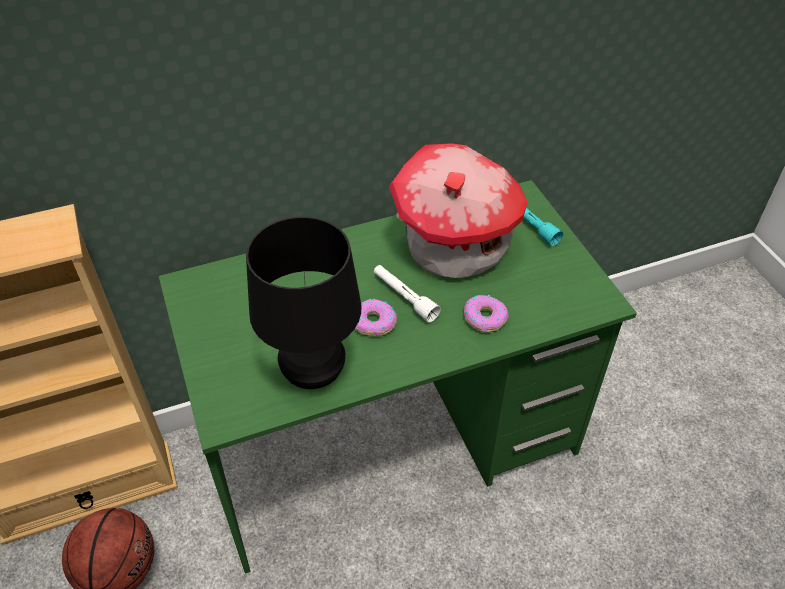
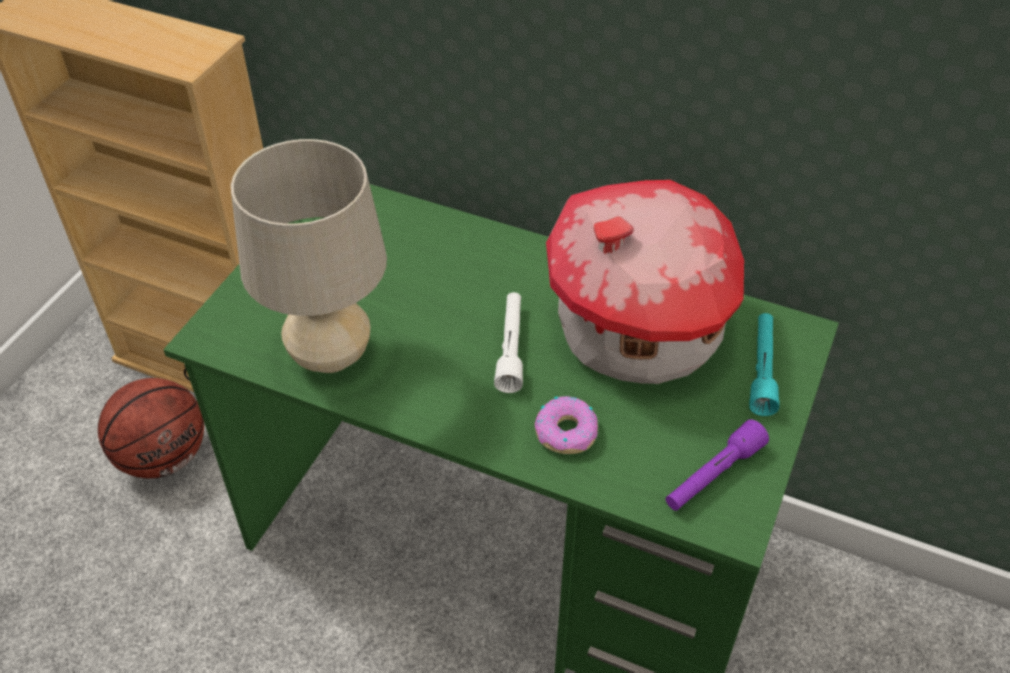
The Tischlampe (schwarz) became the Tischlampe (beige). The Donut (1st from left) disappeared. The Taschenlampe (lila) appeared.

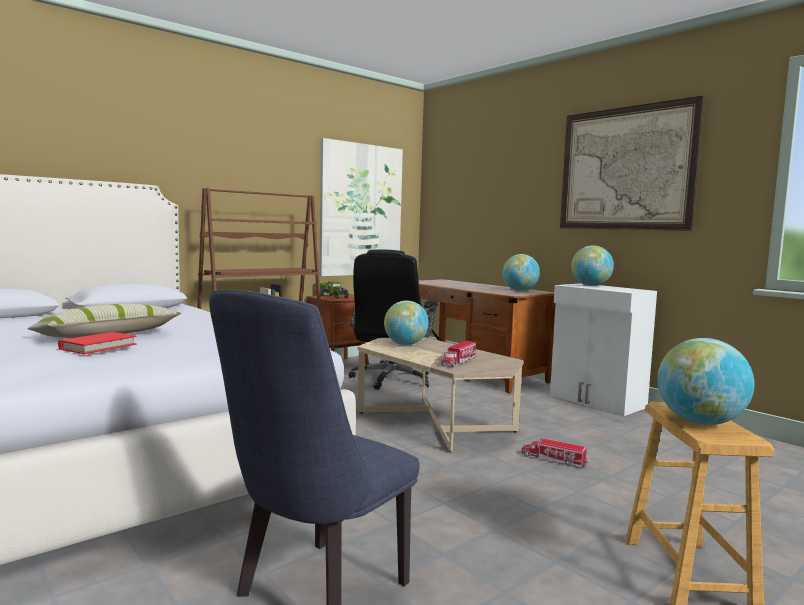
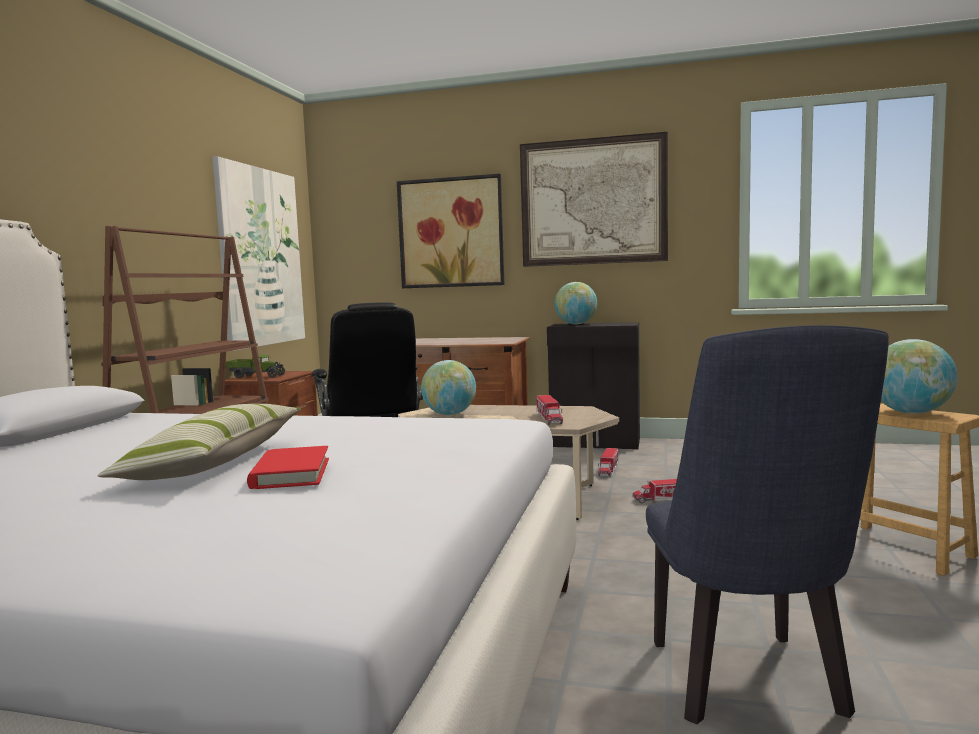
The Globus (2nd from left) disappeared. The Schrank (weiß) became the Schrank (schwarz). The Bild (2nd from left) appeared. The Spielzeuglaster (3rd from left) appeared.

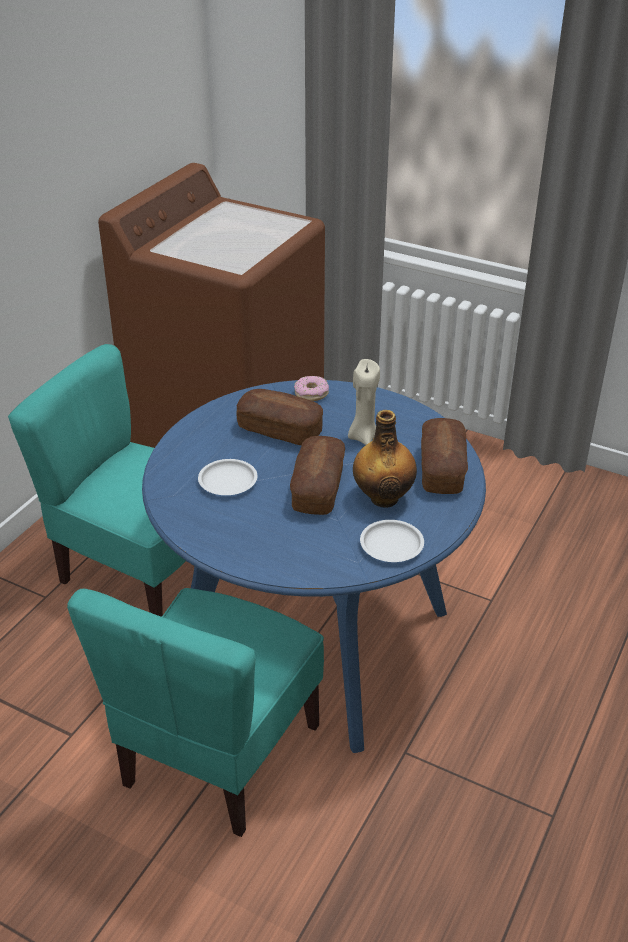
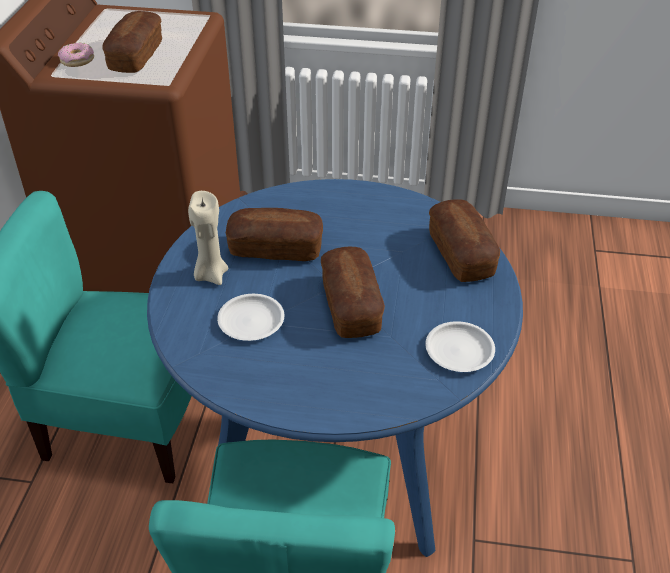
The Donut moved. The Kerze (beige) moved. The Flasche disappeared. The Brot (1st from left) appeared.

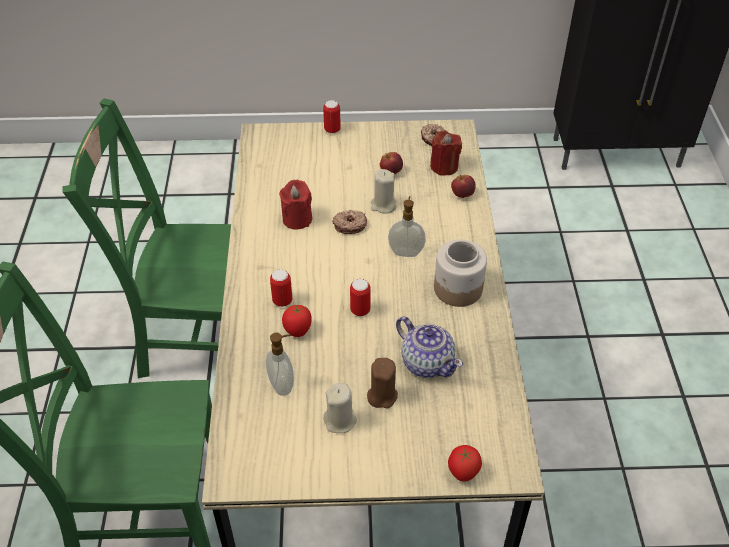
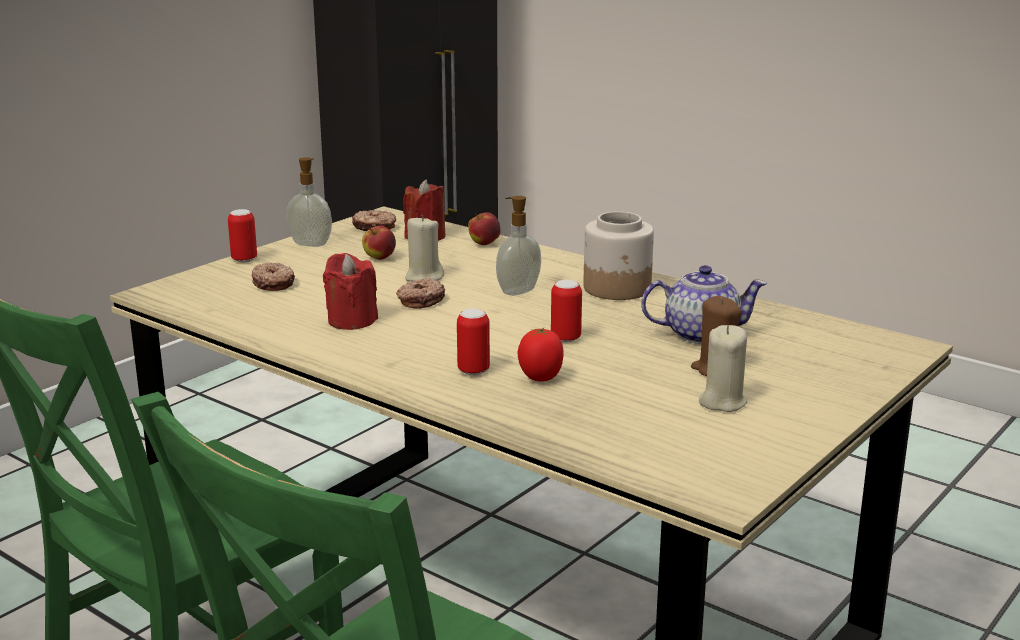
The Seifenspender (1st from left) moved. The Tomate (2nd from left) disappeared. The Donut (1st from left) appeared.

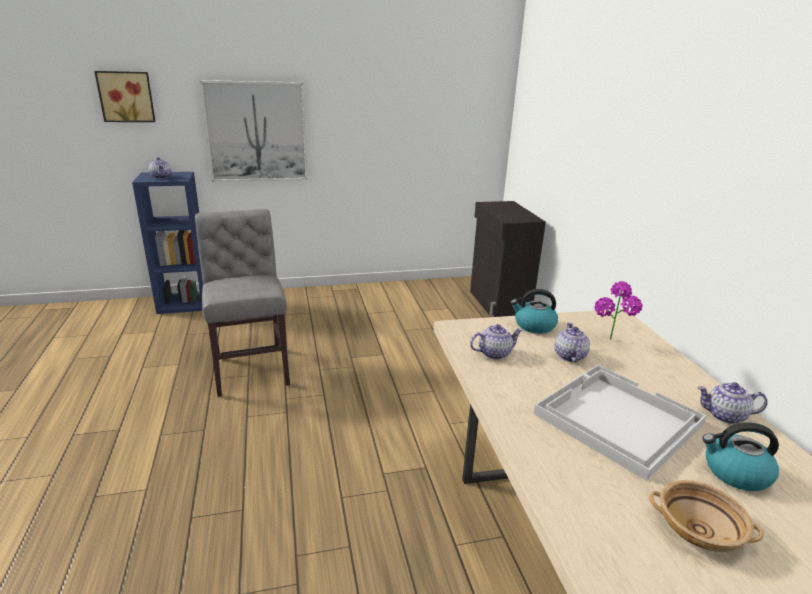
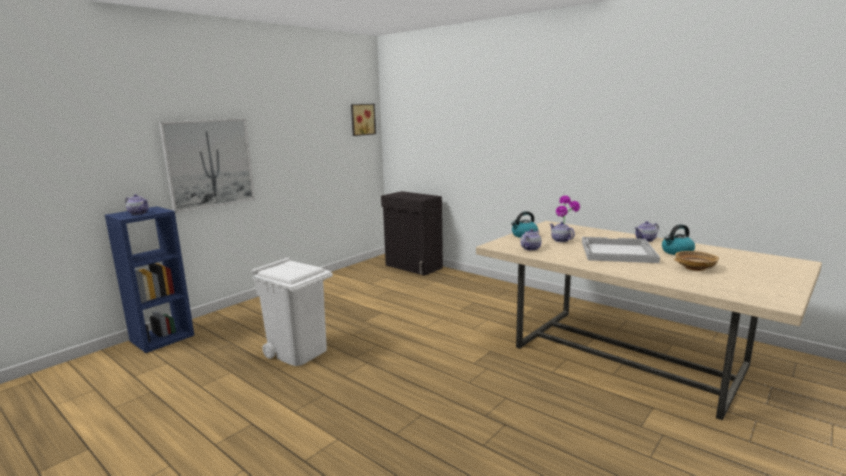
The Bild (1st from left in the first image) moved. The Stuhl (grau) was replaced by the Mülleimer (weiß).

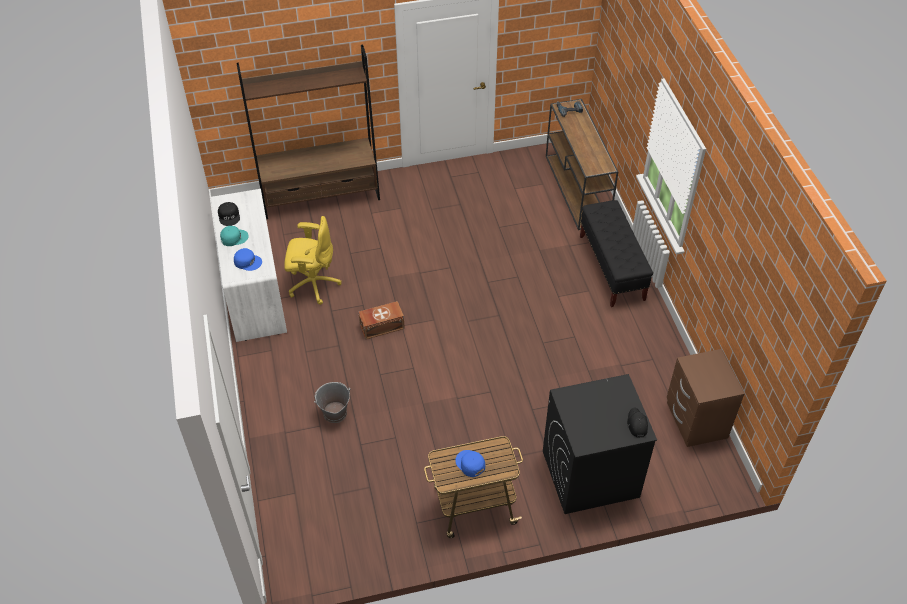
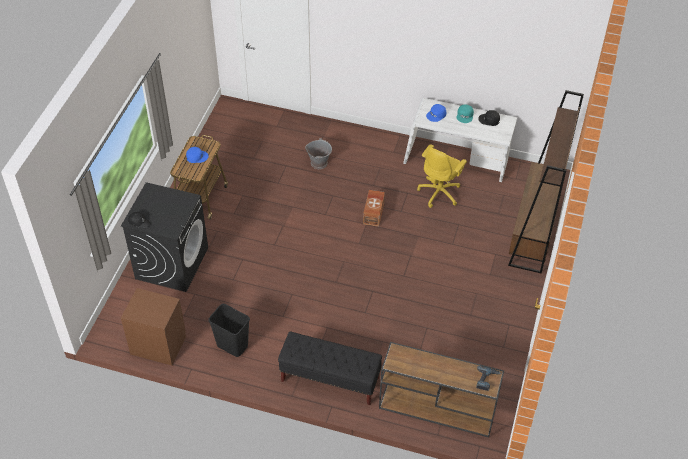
The Mülleimer (schwarz) appeared.

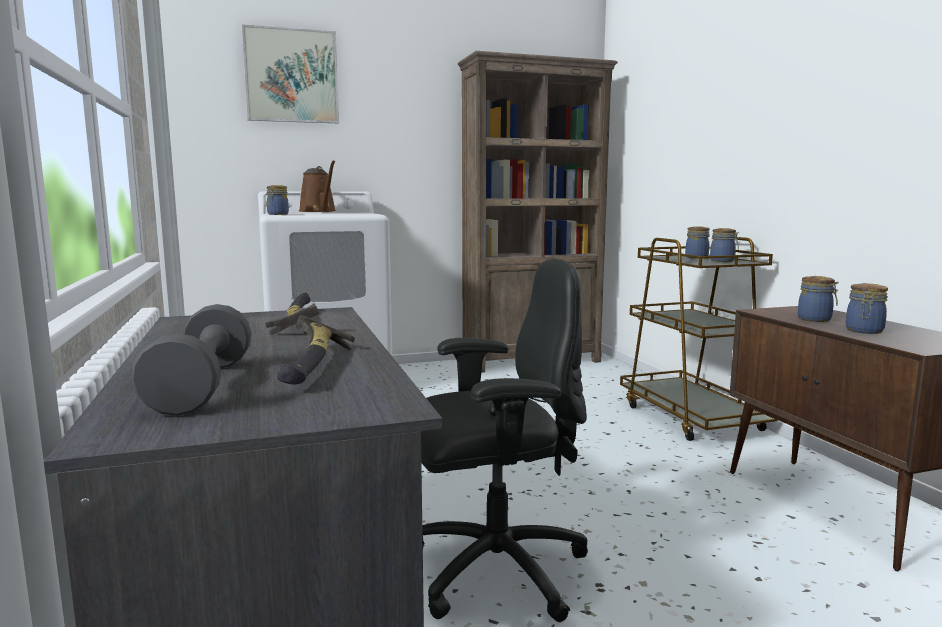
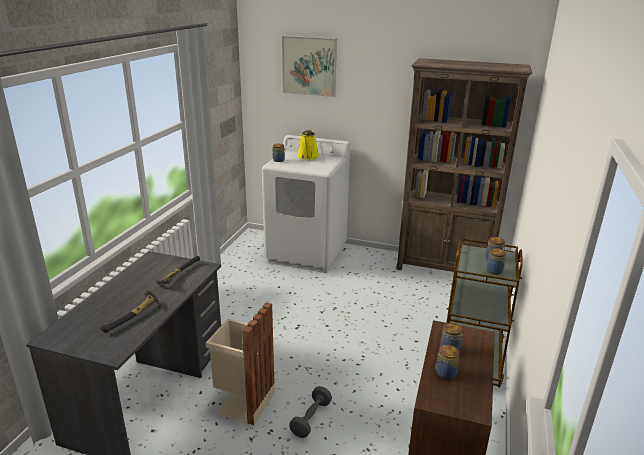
The Hantel (grau) moved. The Gießkanne (braun) became the Gießkanne (gelb). The Bürostuhl (schwarz) was replaced by the Mülleimer (beige).

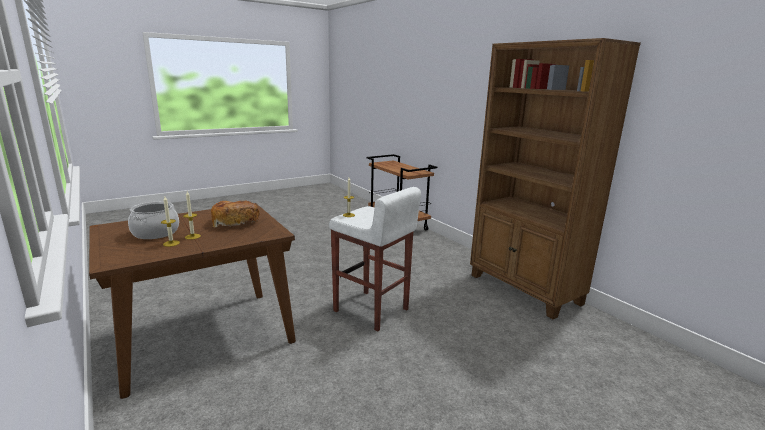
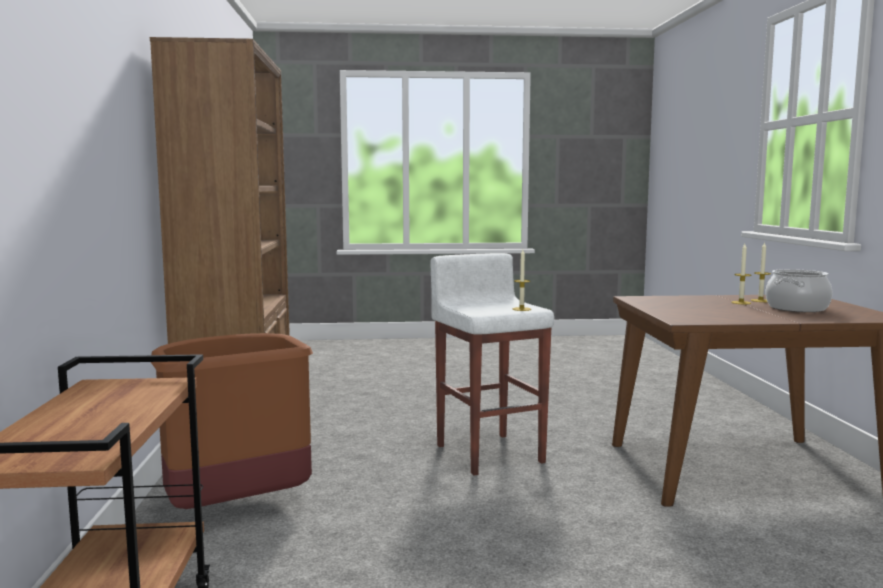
The Brot disappeared. The Mülleimer (braun) appeared.

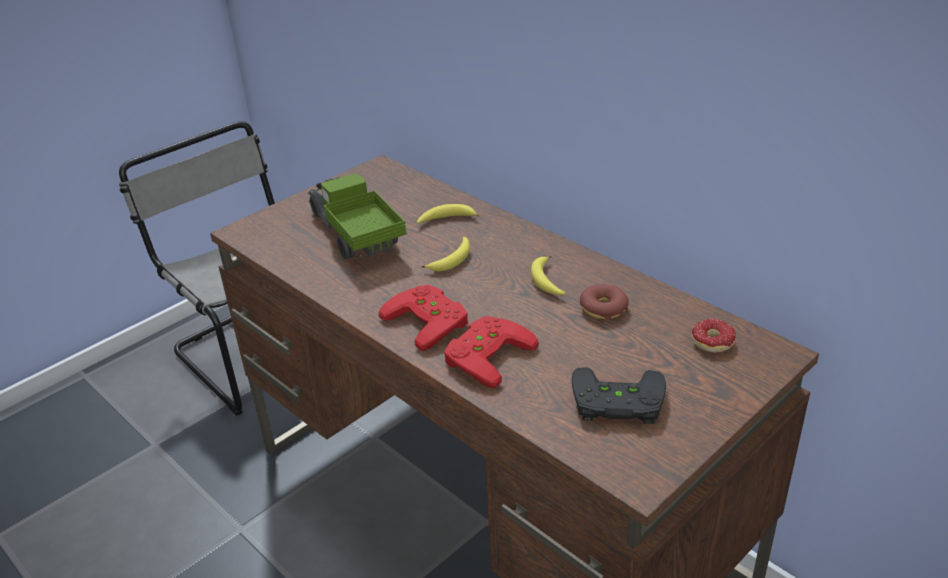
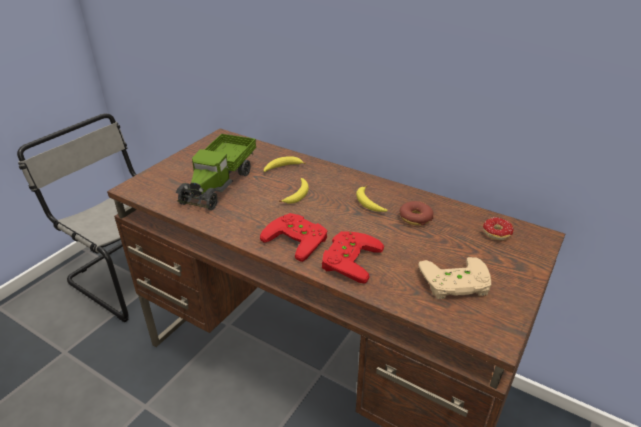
The Spielzeuglaster turned 120 degrees counterclockwise. The Gamepad (schwarz) became the Gamepad (beige).

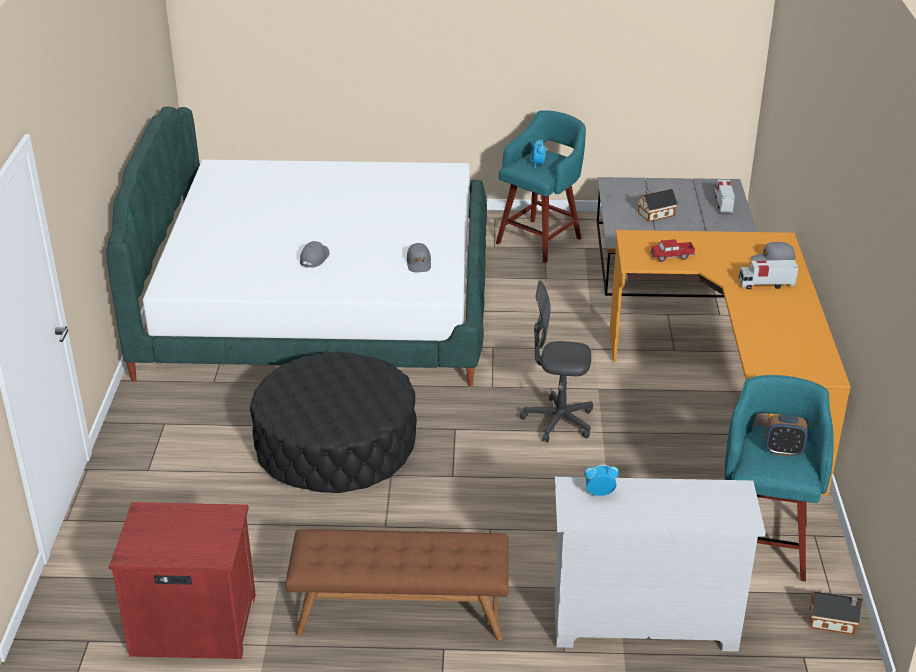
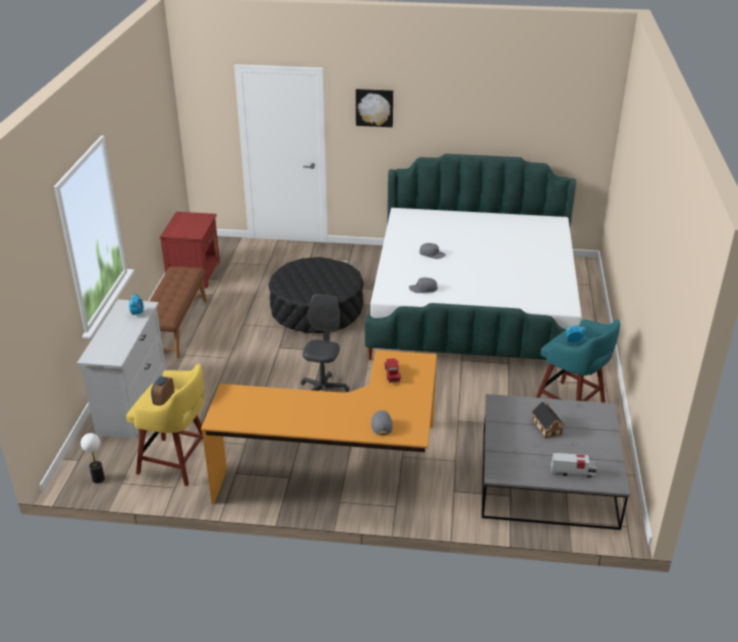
The Hocker (türkis) (2nd from left) became the Hocker (gelb). The Spielzeuglaster (3rd from left) disappeared. The Spielzeughaus (2nd from left) was replaced by the Tischlampe. The Bild appeared.

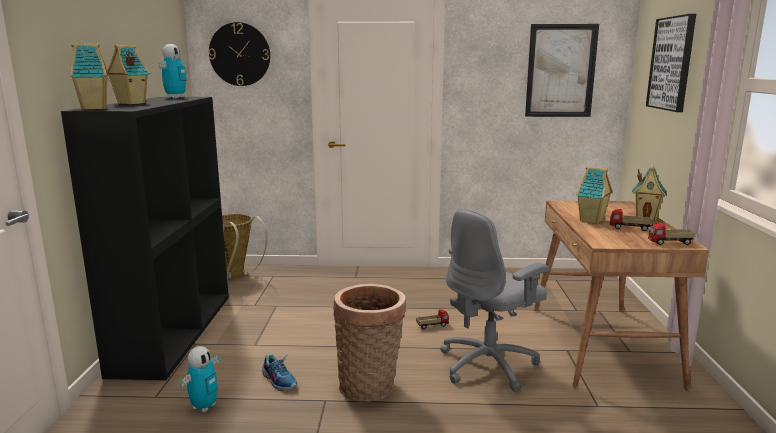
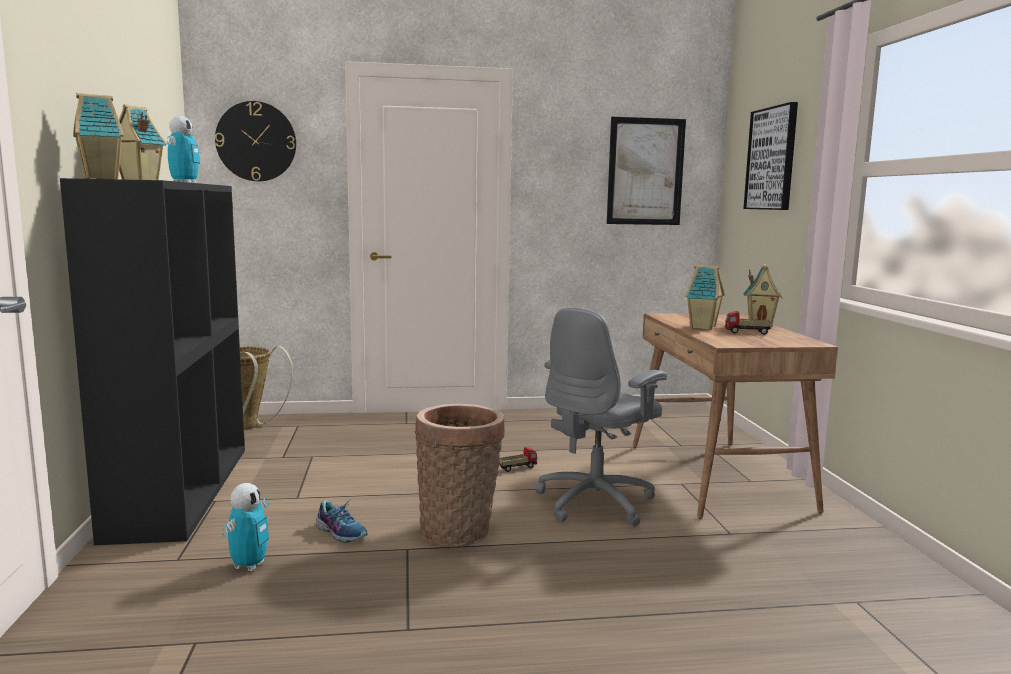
The Spielzeuglaster (3rd from left) disappeared.

